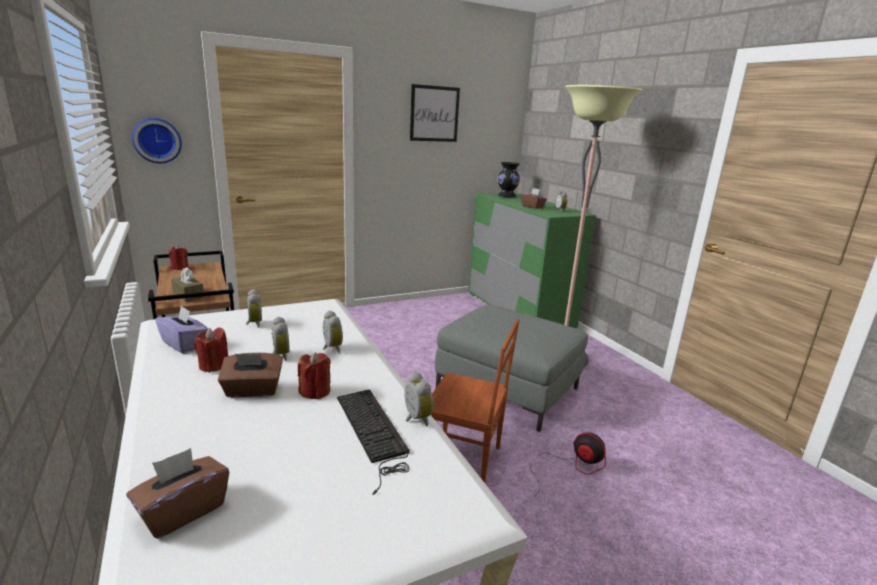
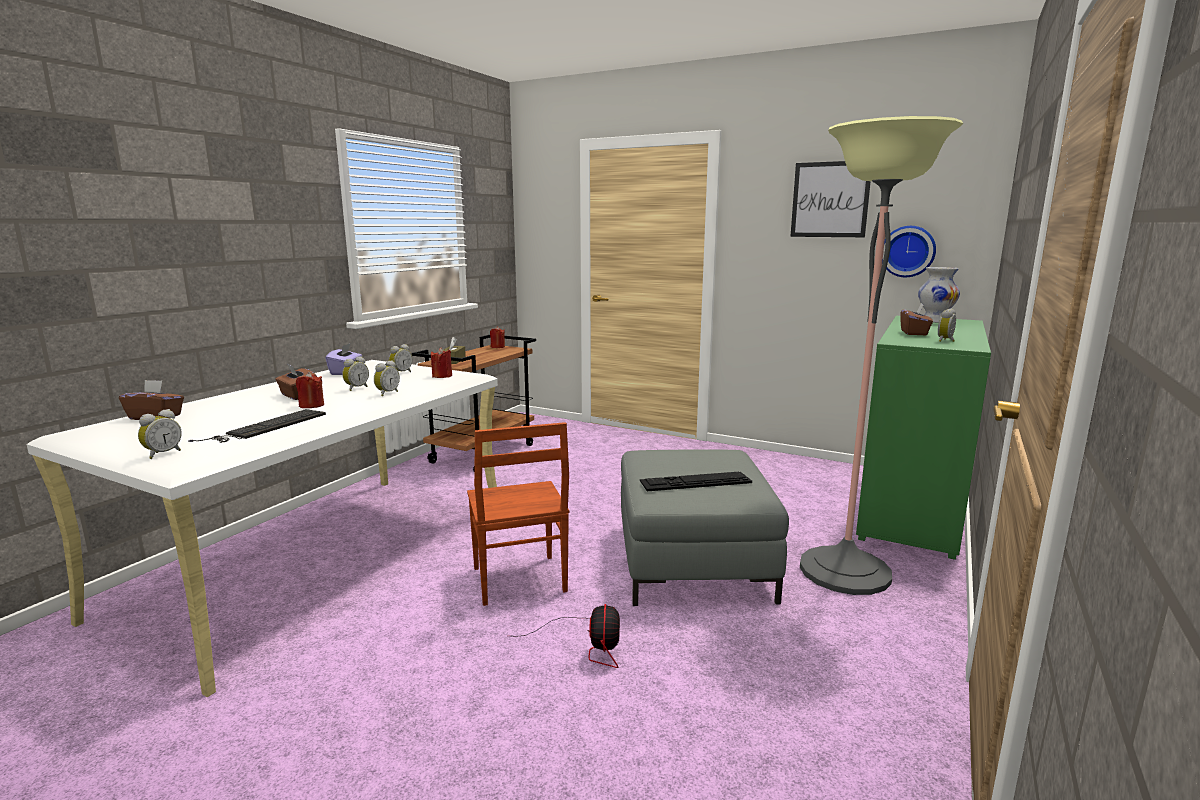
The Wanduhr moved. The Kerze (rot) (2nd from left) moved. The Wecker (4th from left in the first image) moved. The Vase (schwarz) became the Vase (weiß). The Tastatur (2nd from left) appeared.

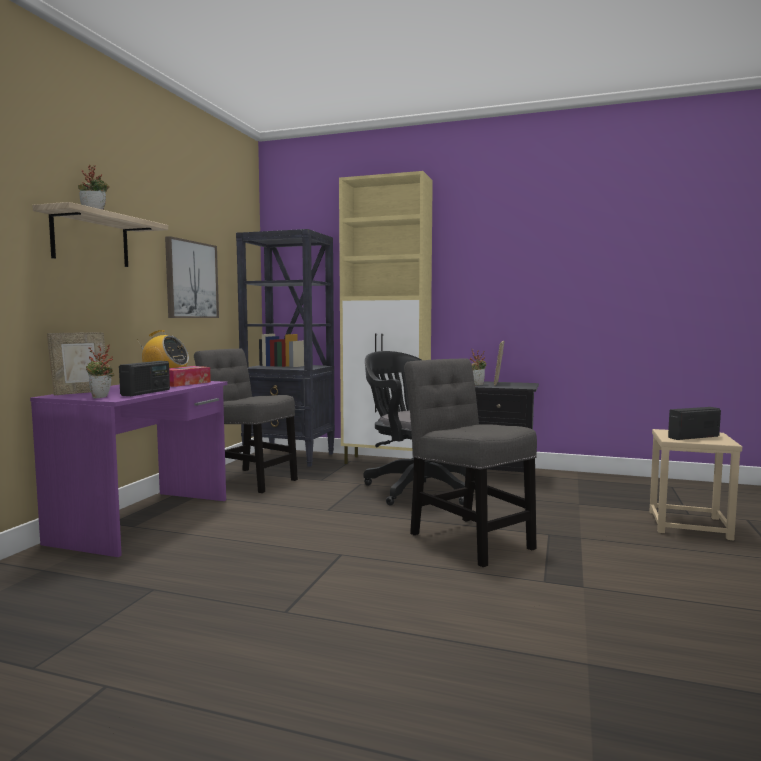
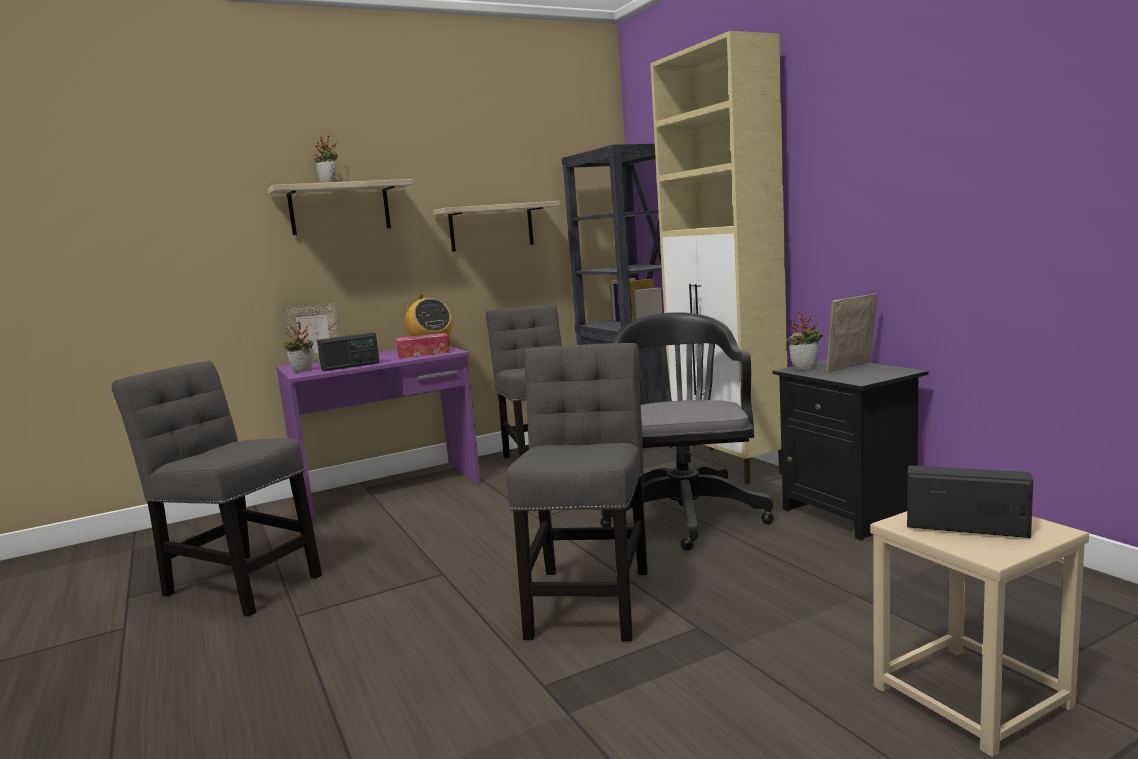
The Bild was replaced by the Wandregal (2nd from left). The Stuhl (grau) (1st from left) appeared.

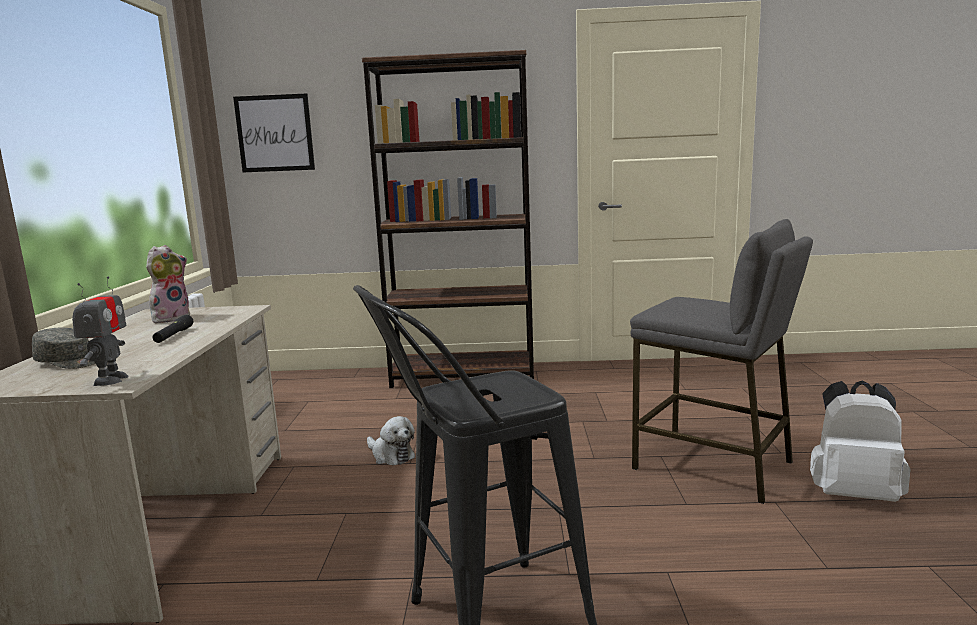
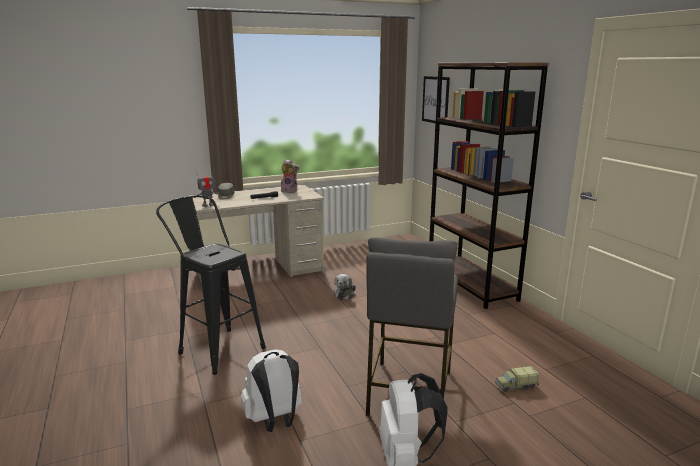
The Rucksack (weiß) (1st from left) appeared. The Spielzeuglaster appeared.

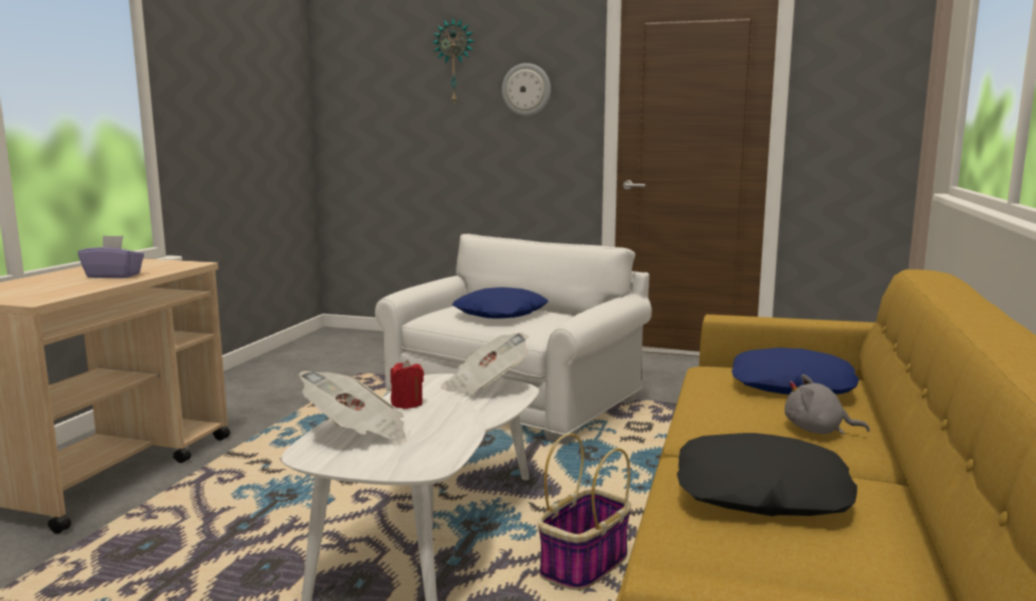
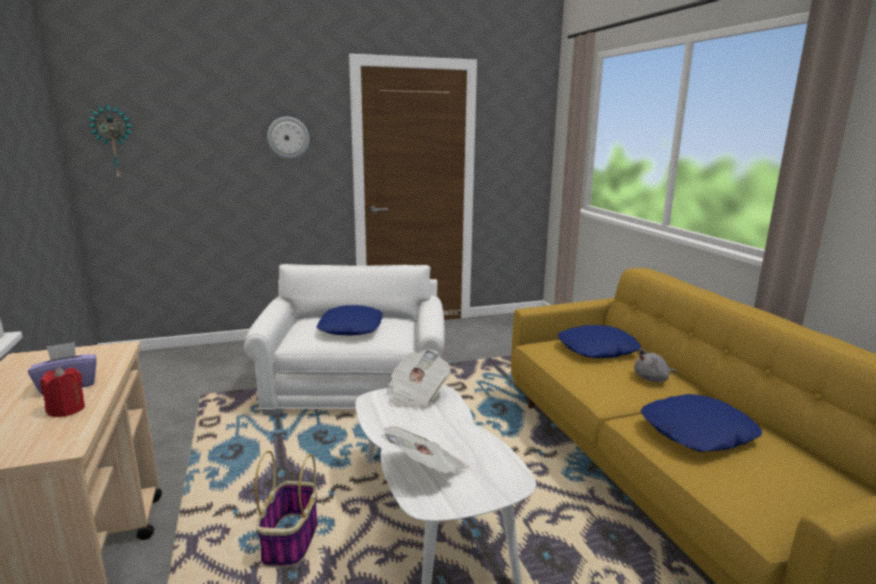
The Kerze (rot) moved. The Wanduhr (1st from left) moved. The Korb moved. The Kissen (schwarz) became the Kissen (blau) (3rd from left).

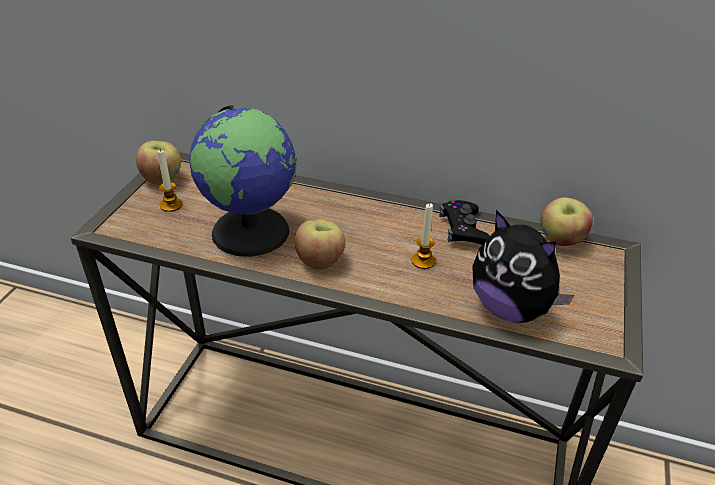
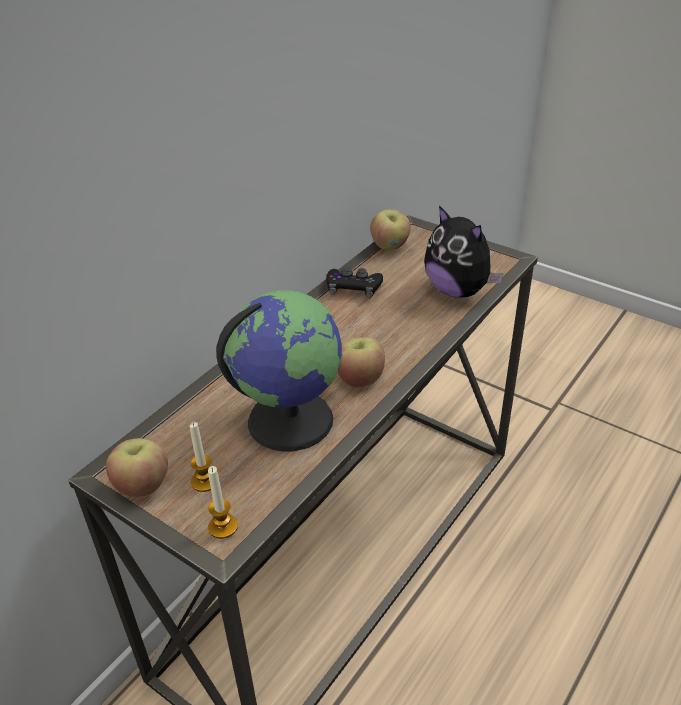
The Kerze (2nd from left) moved. The Plüschtier turned 75 degrees clockwise.

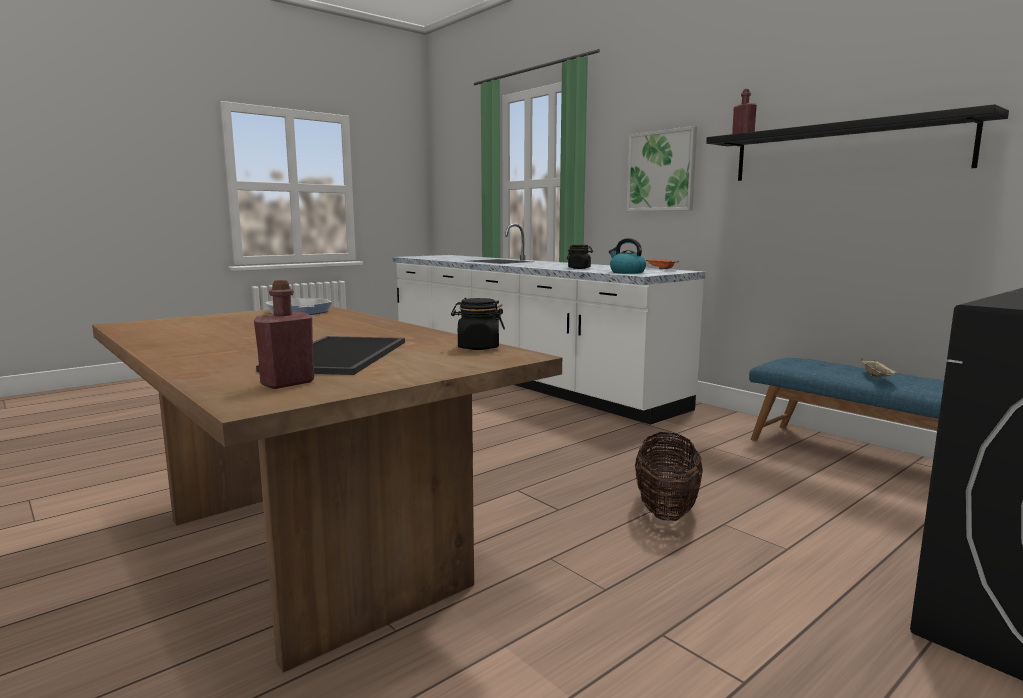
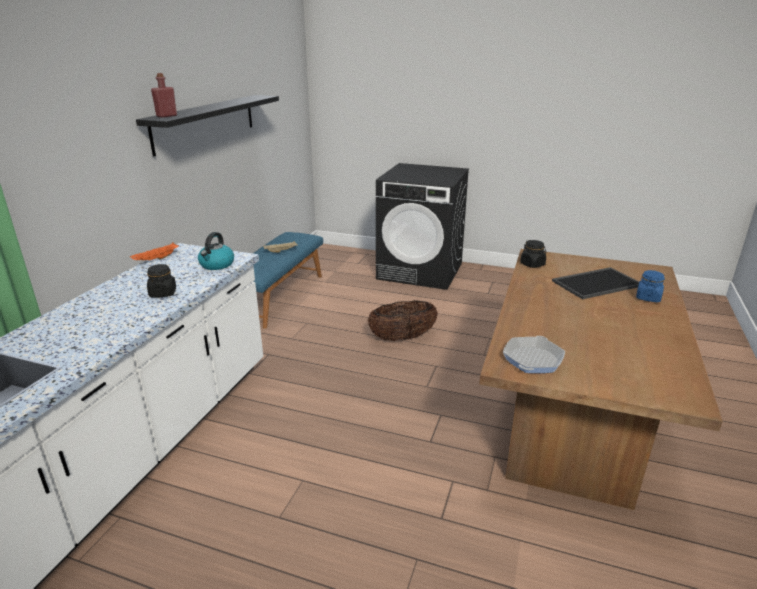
The Flasche (rot) (1st from left) disappeared. The Bild disappeared. The Vorratsglas (blau) appeared.

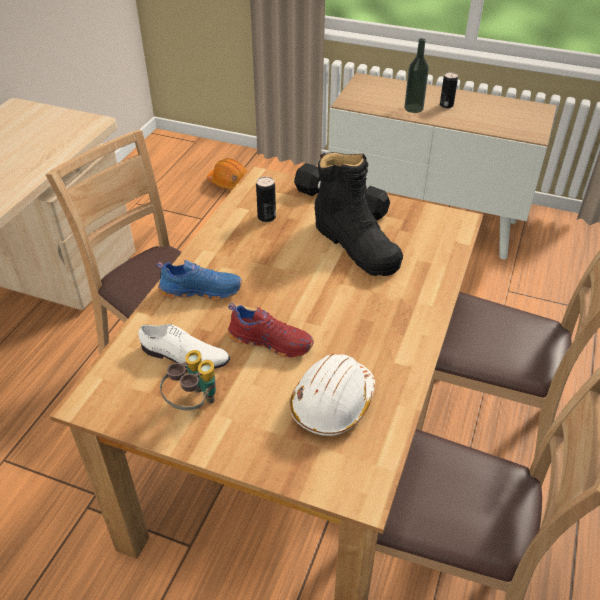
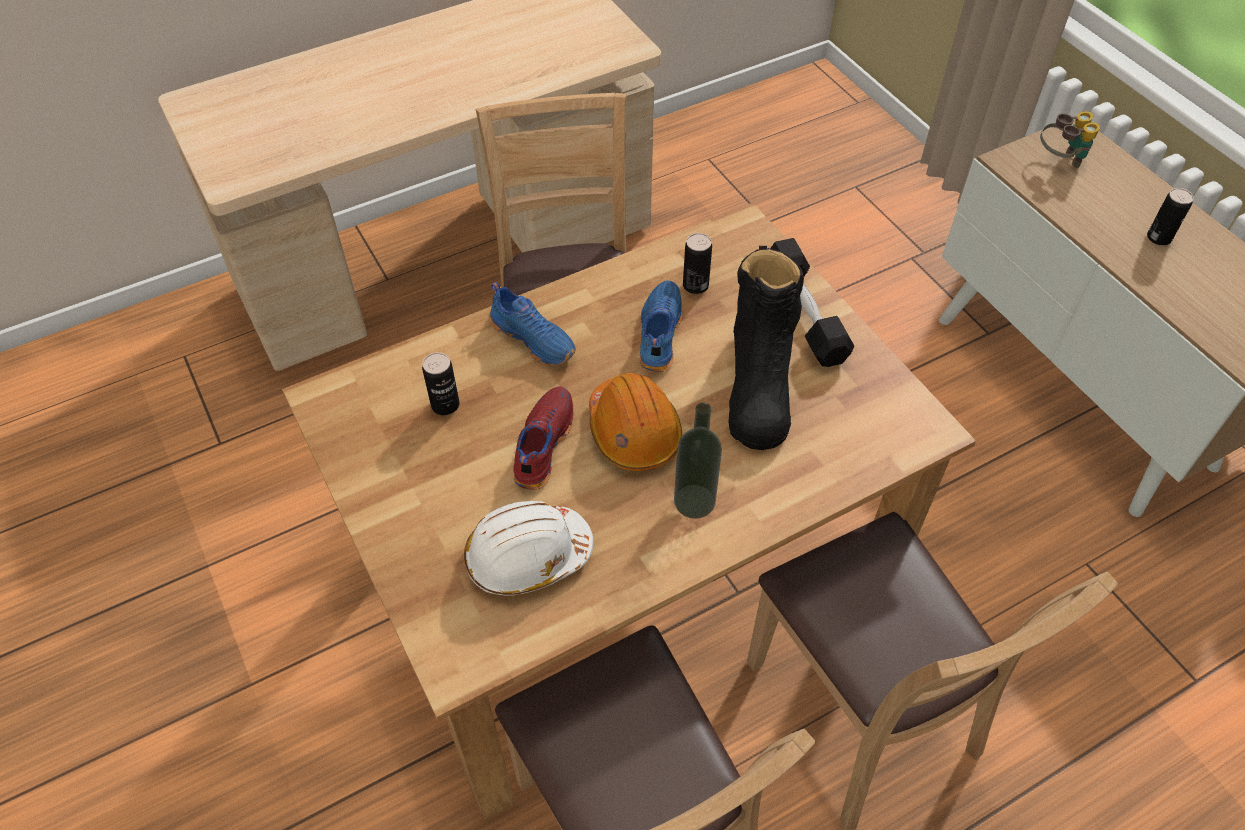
The Schuh (weiß) was replaced by the Dose (1st from left). The Fernglas moved. The Schutzhelm (orange) moved. The Schuh (rot) turned 135 degrees counterclockwise. The Flasche moved. The Schuh (blau) (2nd from left) appeared.

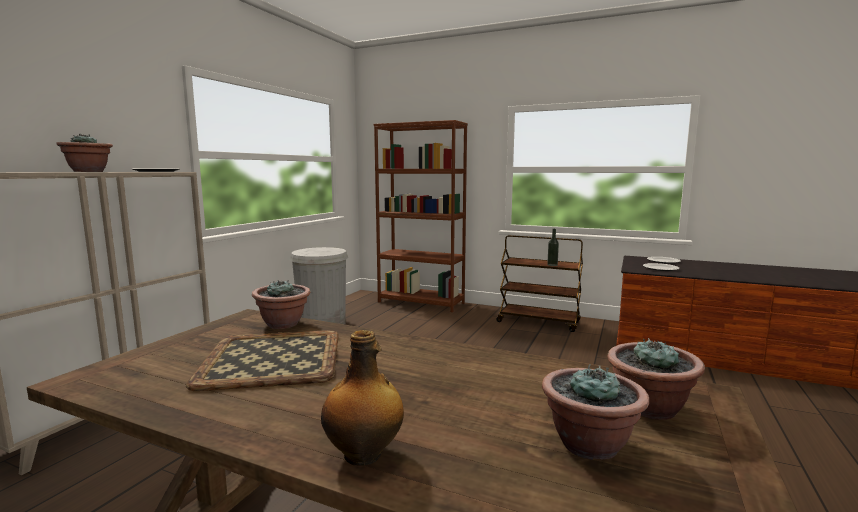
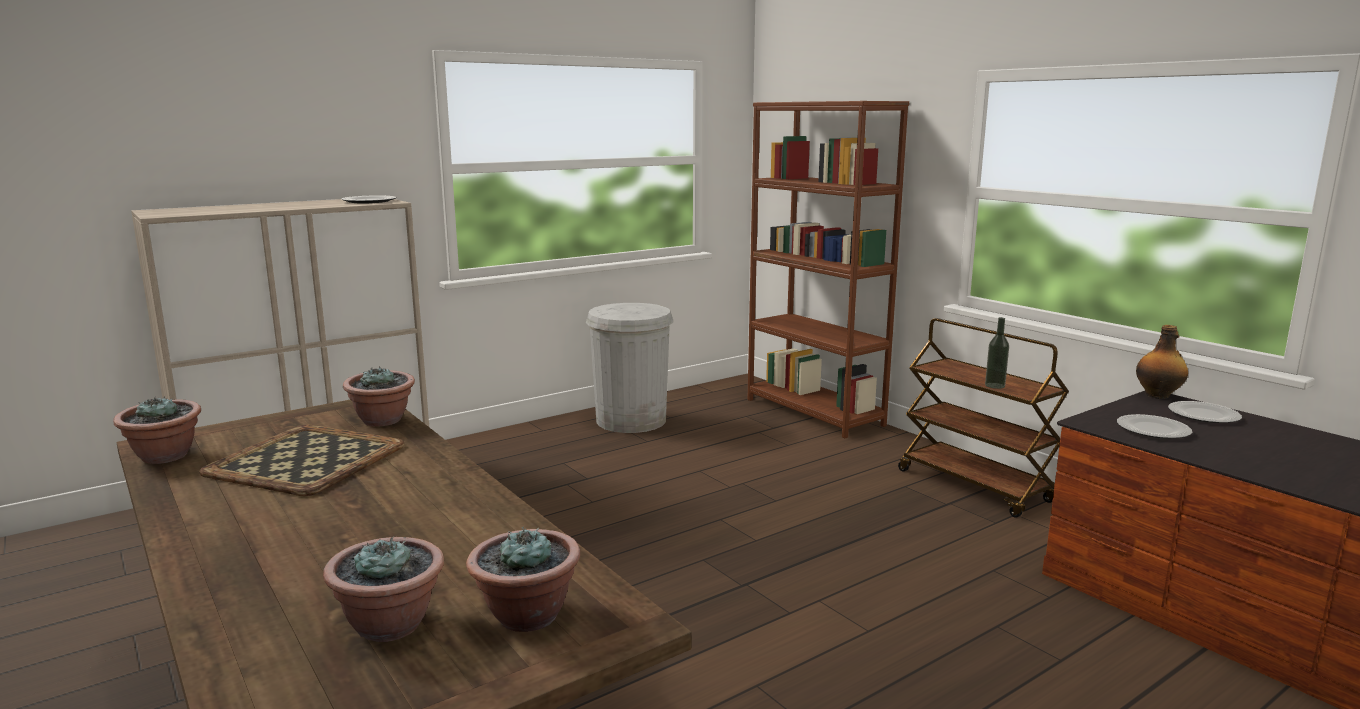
The Topfpflanze (1st from left) moved. The Flasche (1st from left in the first image) moved.

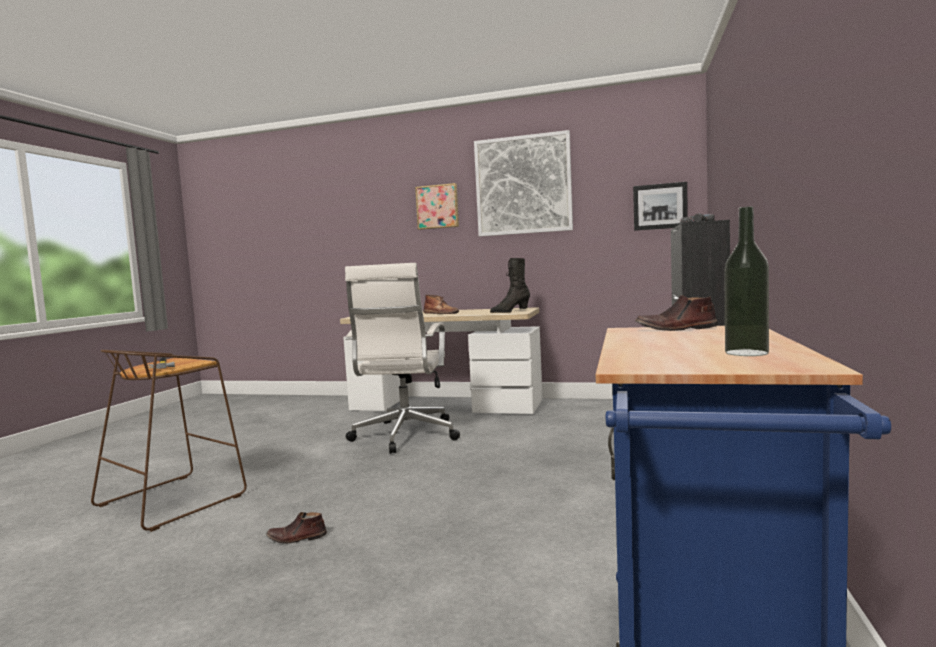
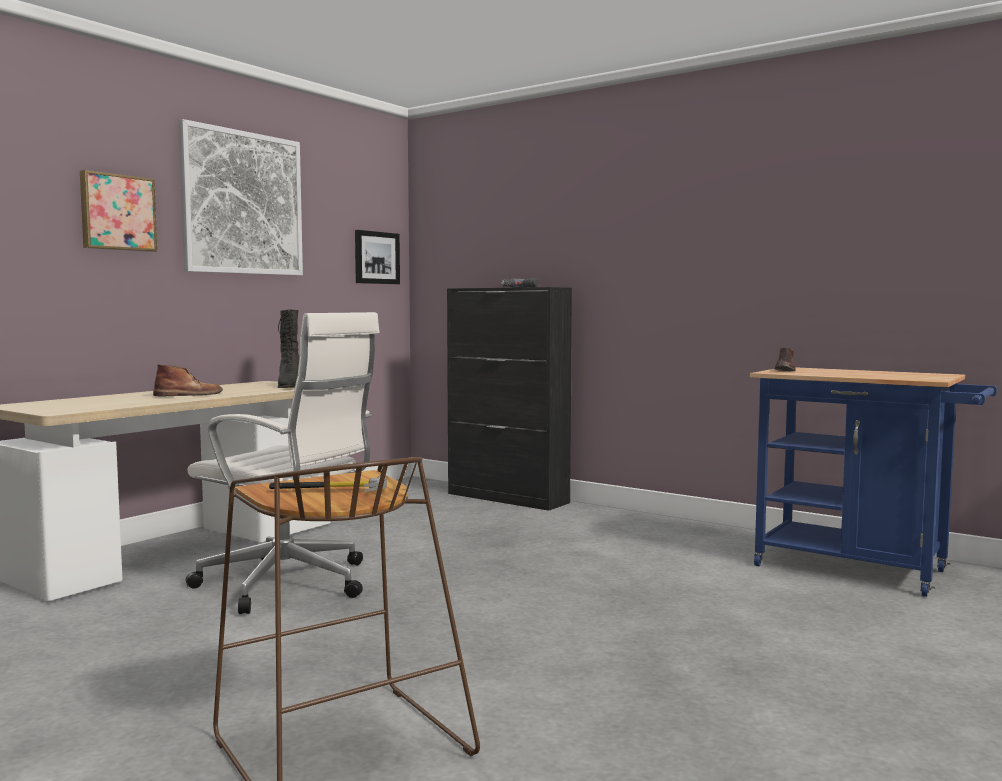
The Schuh (braun) (1st from left) disappeared. The Flasche disappeared.

